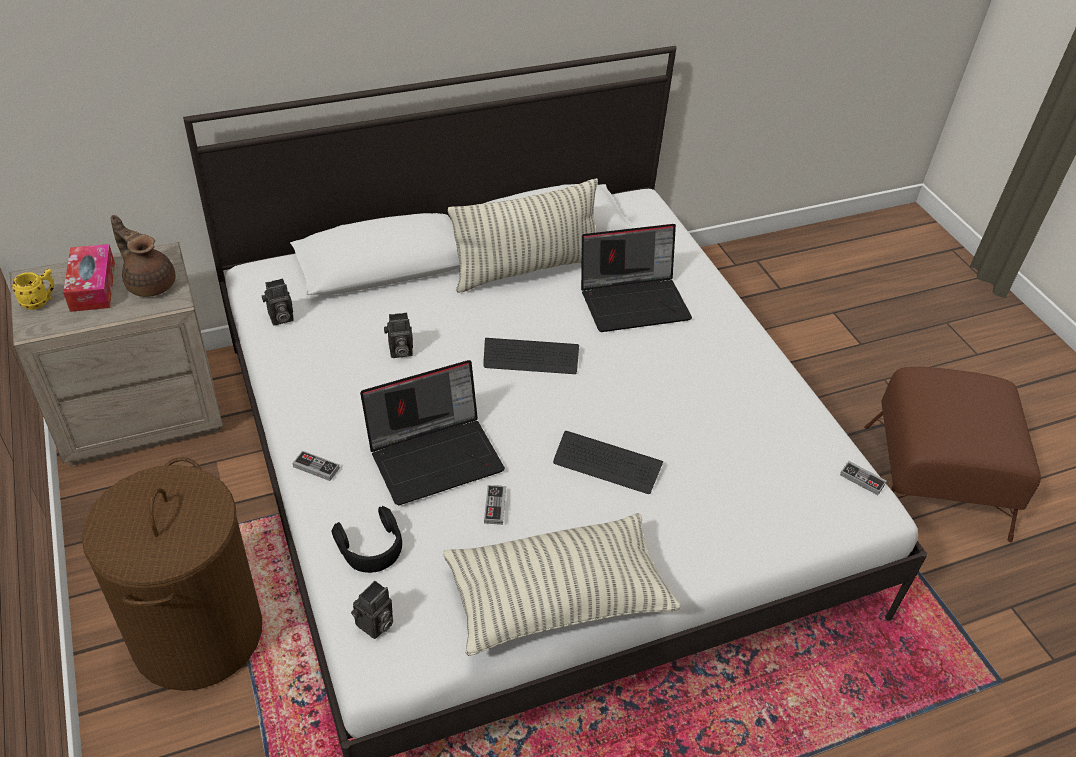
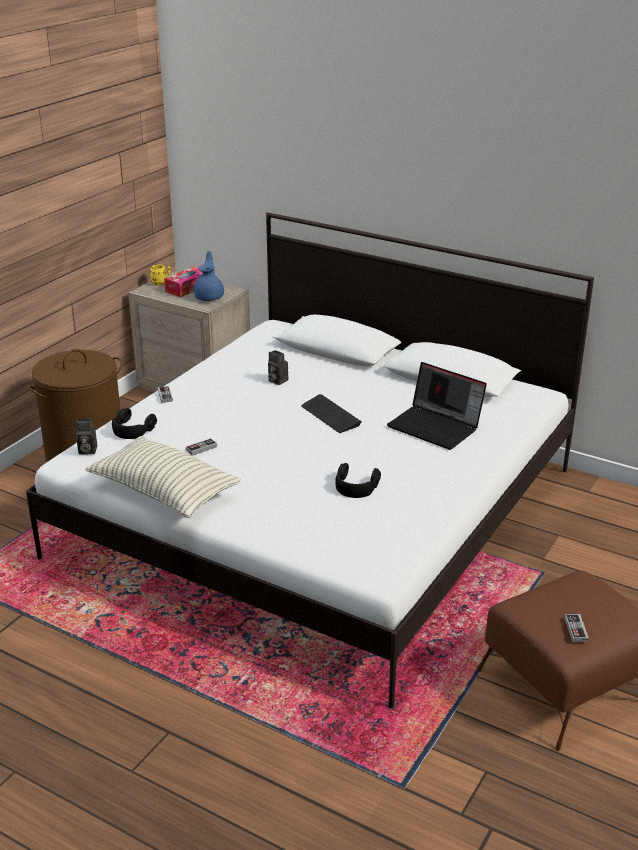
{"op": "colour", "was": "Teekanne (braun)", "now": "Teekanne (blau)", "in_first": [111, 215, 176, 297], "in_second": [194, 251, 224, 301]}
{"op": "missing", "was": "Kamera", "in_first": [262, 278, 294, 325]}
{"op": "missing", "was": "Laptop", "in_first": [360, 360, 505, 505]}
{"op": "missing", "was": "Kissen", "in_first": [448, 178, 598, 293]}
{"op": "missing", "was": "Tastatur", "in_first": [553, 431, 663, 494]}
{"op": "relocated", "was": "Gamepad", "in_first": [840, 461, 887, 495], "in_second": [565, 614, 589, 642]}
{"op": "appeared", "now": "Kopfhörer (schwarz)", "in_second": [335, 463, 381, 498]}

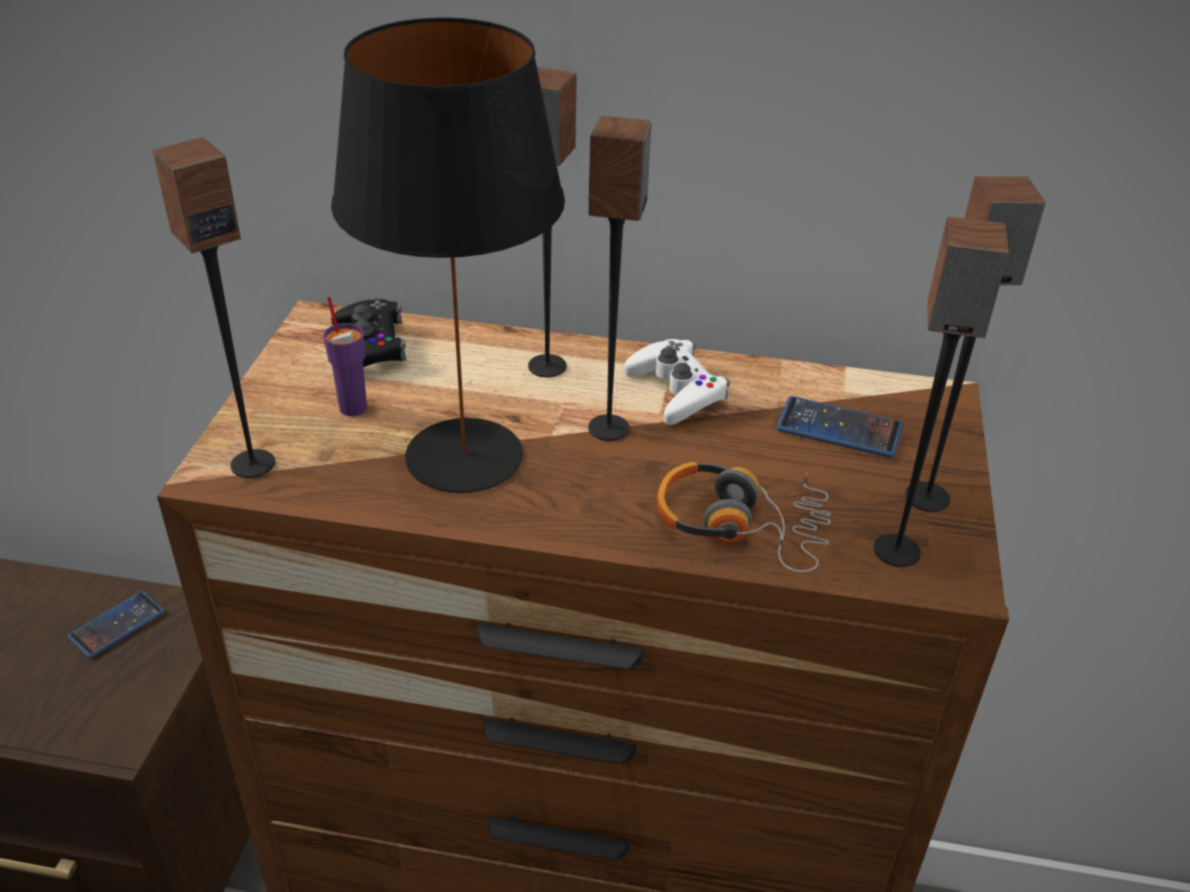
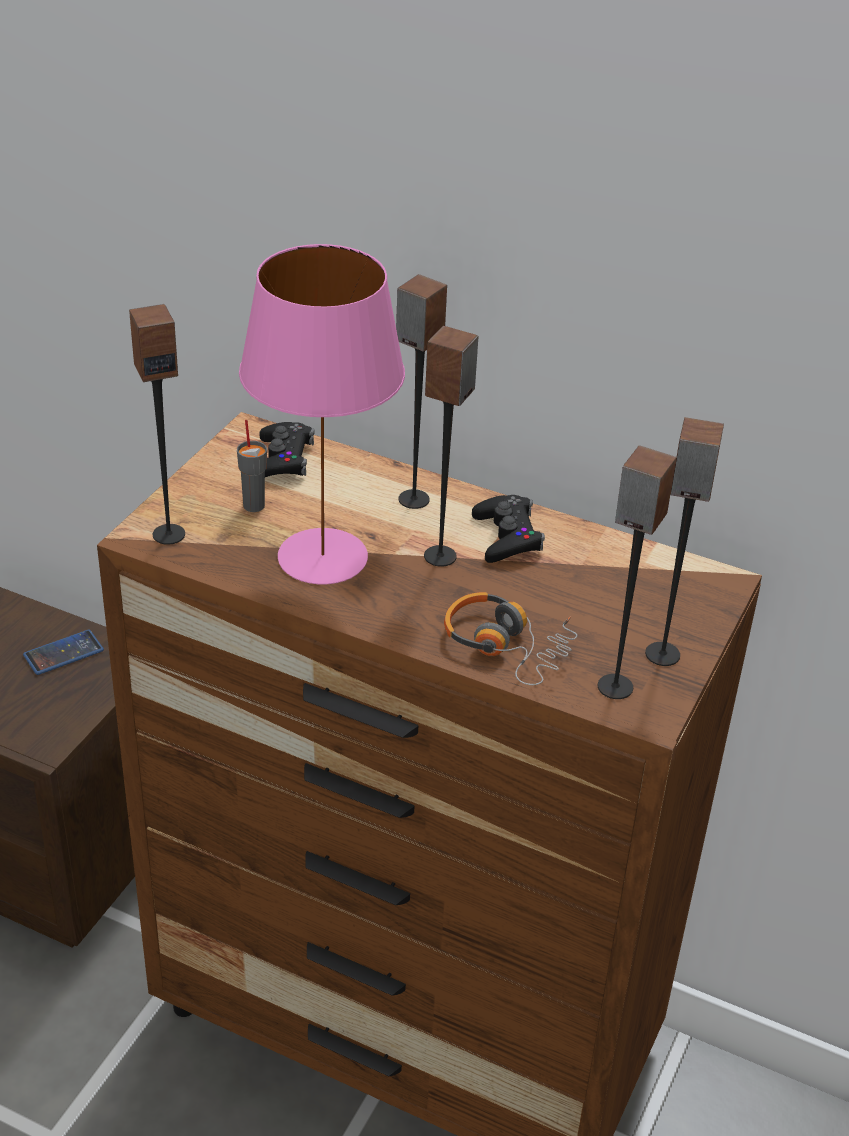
{"op": "colour", "was": "Tasse (lila)", "now": "Tasse (grau)", "in_first": [323, 297, 367, 416], "in_second": [237, 420, 267, 512]}
{"op": "colour", "was": "Tischlampe (schwarz)", "now": "Tischlampe (rosa)", "in_first": [331, 17, 565, 493], "in_second": [239, 244, 405, 584]}
{"op": "colour", "was": "Gamepad (weiß)", "now": "Gamepad (schwarz)", "in_first": [624, 339, 730, 425], "in_second": [472, 495, 545, 563]}
{"op": "missing", "was": "Handy", "in_first": [776, 396, 903, 458]}

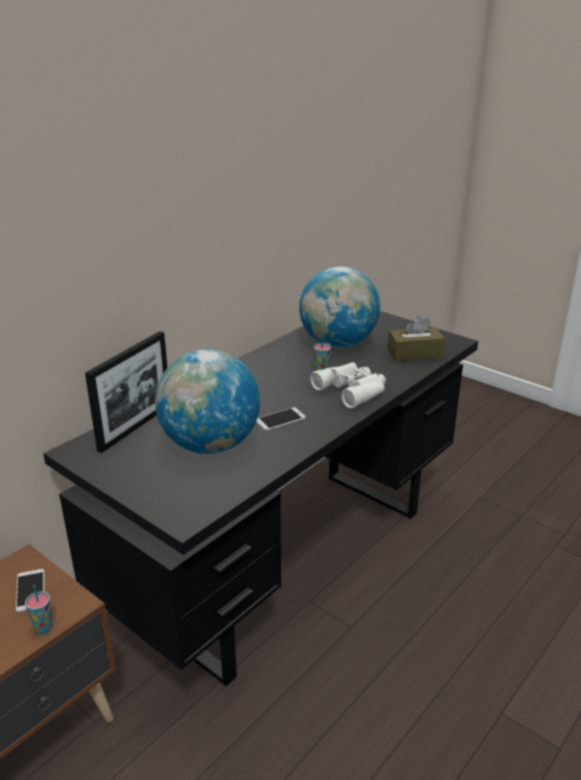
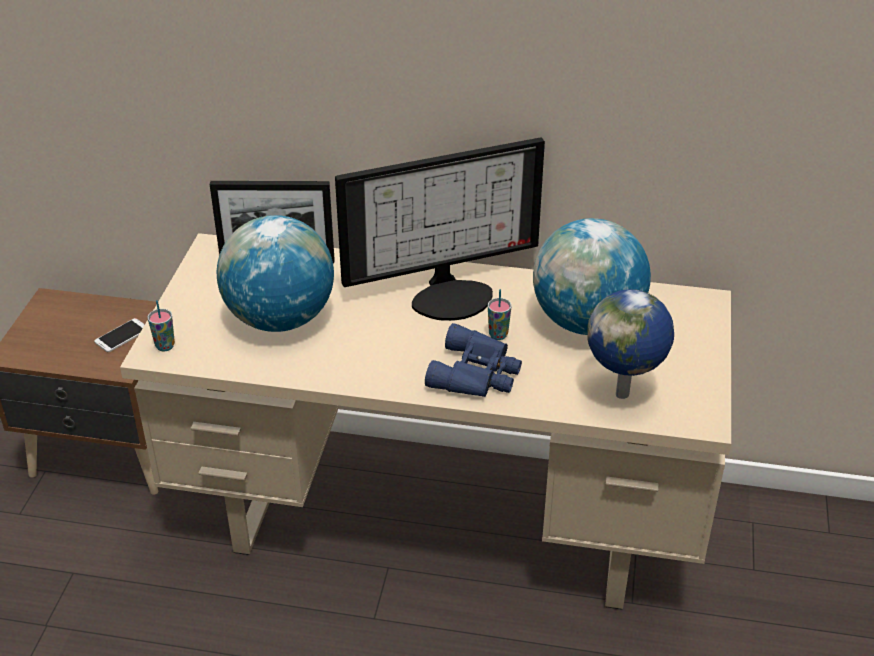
{"op": "relocated", "was": "Tasse", "in_first": [25, 585, 53, 634], "in_second": [148, 300, 175, 351]}
{"op": "colour", "was": "Schreibtisch (schwarz)", "now": "Schreibtisch (beige)", "in_first": [43, 311, 478, 687], "in_second": [120, 233, 731, 610]}
{"op": "missing", "was": "Handy", "in_first": [256, 407, 306, 431]}
{"op": "colour", "was": "Fernglas (weiß)", "now": "Fernglas (blau)", "in_first": [310, 362, 386, 409], "in_second": [425, 323, 522, 397]}
{"op": "exchanged", "was": "Taschentuchbox (braun)", "now": "Globus", "in_first": [388, 315, 445, 361], "in_second": [588, 289, 674, 399]}
{"op": "appeared", "now": "Monitor", "in_second": [335, 137, 545, 321]}

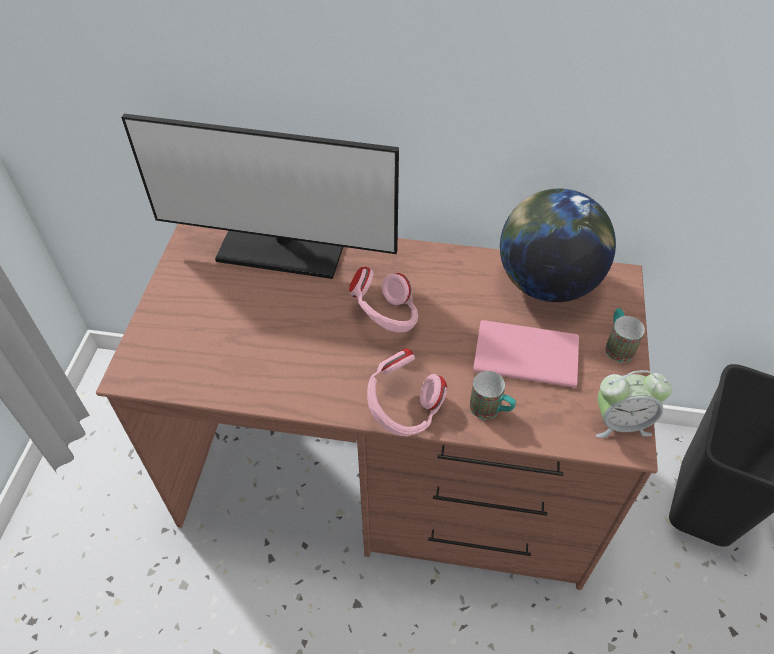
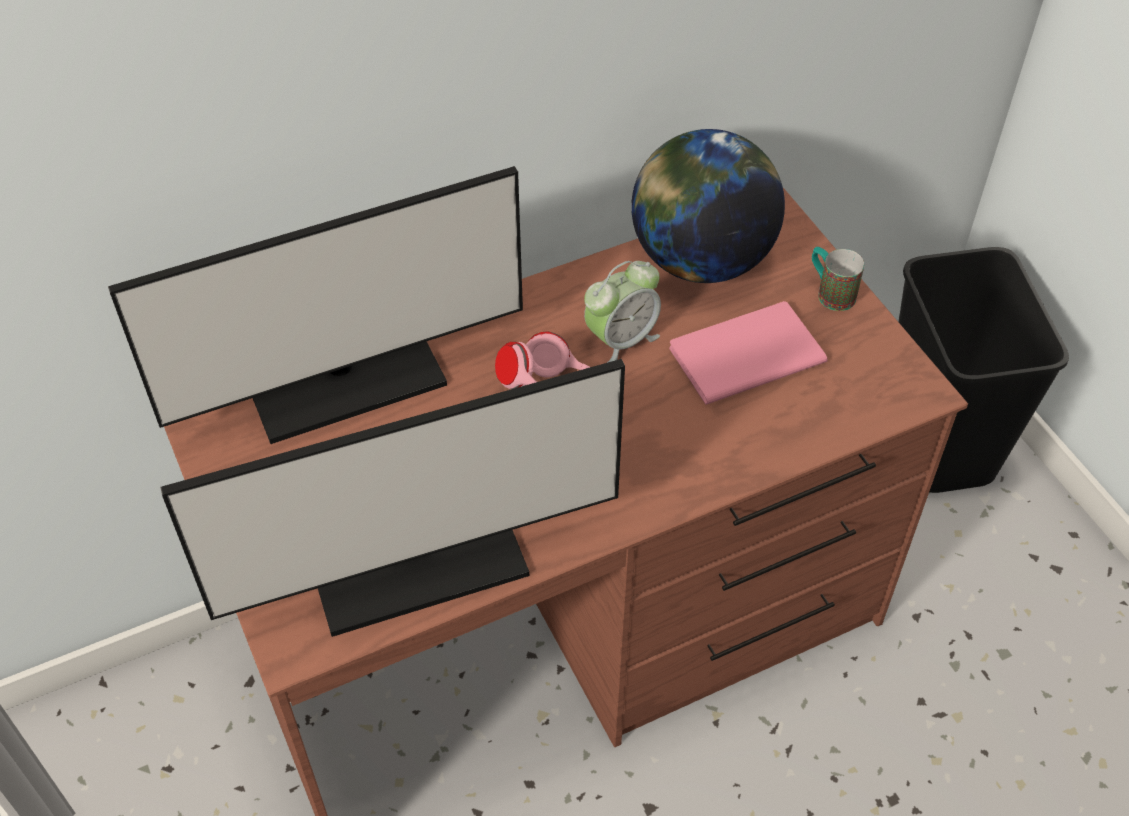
{"op": "missing", "was": "Kopfhörer (rosa)", "in_first": [367, 348, 447, 436]}
{"op": "missing", "was": "Henkelbecher", "in_first": [469, 371, 516, 419]}
{"op": "relocated", "was": "Wecker", "in_first": [596, 370, 672, 438], "in_second": [584, 261, 661, 363]}
{"op": "appeared", "now": "Monitor", "in_second": [160, 359, 625, 637]}

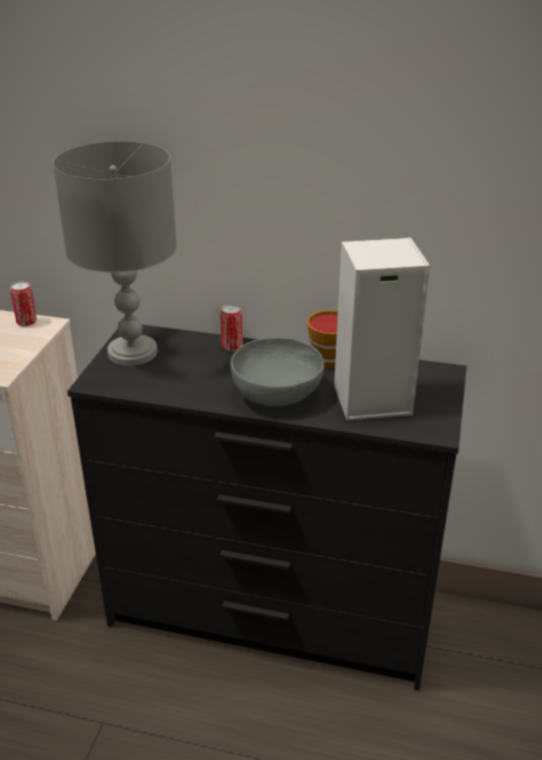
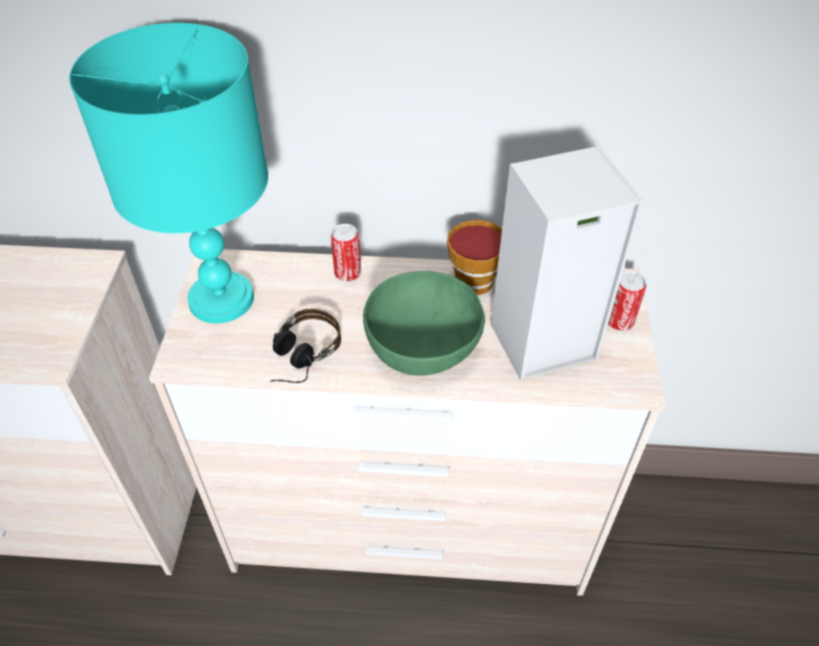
{"op": "relocated", "was": "Dose", "in_first": [10, 281, 37, 327], "in_second": [608, 271, 646, 331]}
{"op": "colour", "was": "Tischlampe (grau)", "now": "Tischlampe (türkis)", "in_first": [53, 141, 177, 366], "in_second": [69, 23, 268, 323]}
{"op": "colour", "was": "Kommode (schwarz)", "now": "Kommode (beige)", "in_first": [67, 325, 467, 690], "in_second": [149, 249, 665, 596]}
{"op": "colour", "was": "Schüssel (grau)", "now": "Schüssel (grün)", "in_first": [230, 338, 324, 406], "in_second": [363, 271, 485, 376]}
{"op": "appeared", "now": "Kopfhörer", "in_second": [270, 309, 341, 383]}

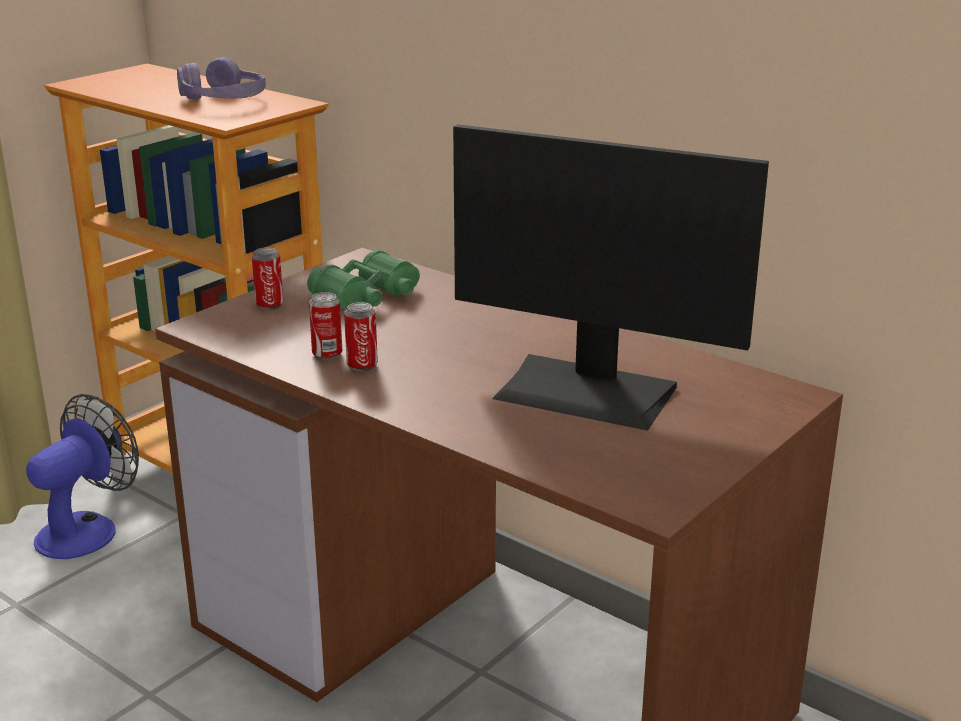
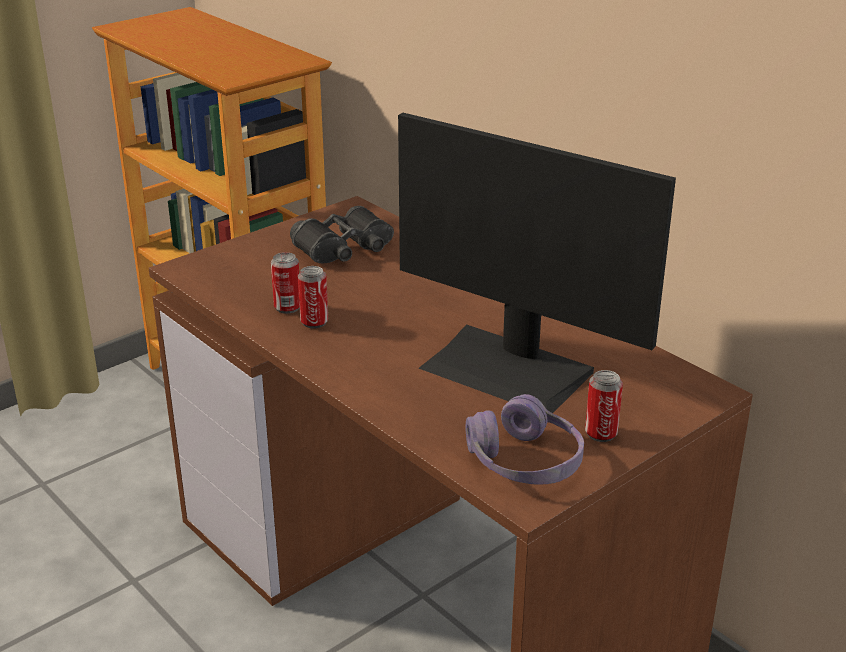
{"op": "missing", "was": "Ventilator", "in_first": [26, 394, 139, 559]}
{"op": "relocated", "was": "Kopfhörer (lila)", "in_first": [177, 57, 266, 99], "in_second": [466, 394, 584, 485]}
{"op": "relocated", "was": "Dose", "in_first": [252, 247, 283, 310], "in_second": [585, 370, 623, 442]}
{"op": "colour", "was": "Fernglas (grün)", "now": "Fernglas (schwarz)", "in_first": [307, 250, 420, 310], "in_second": [290, 206, 394, 263]}

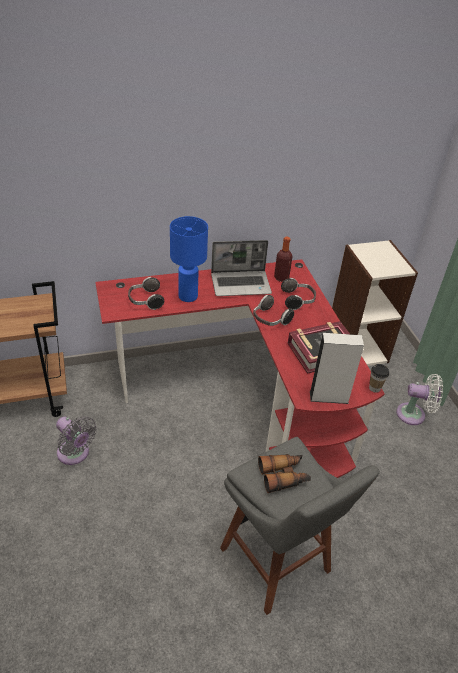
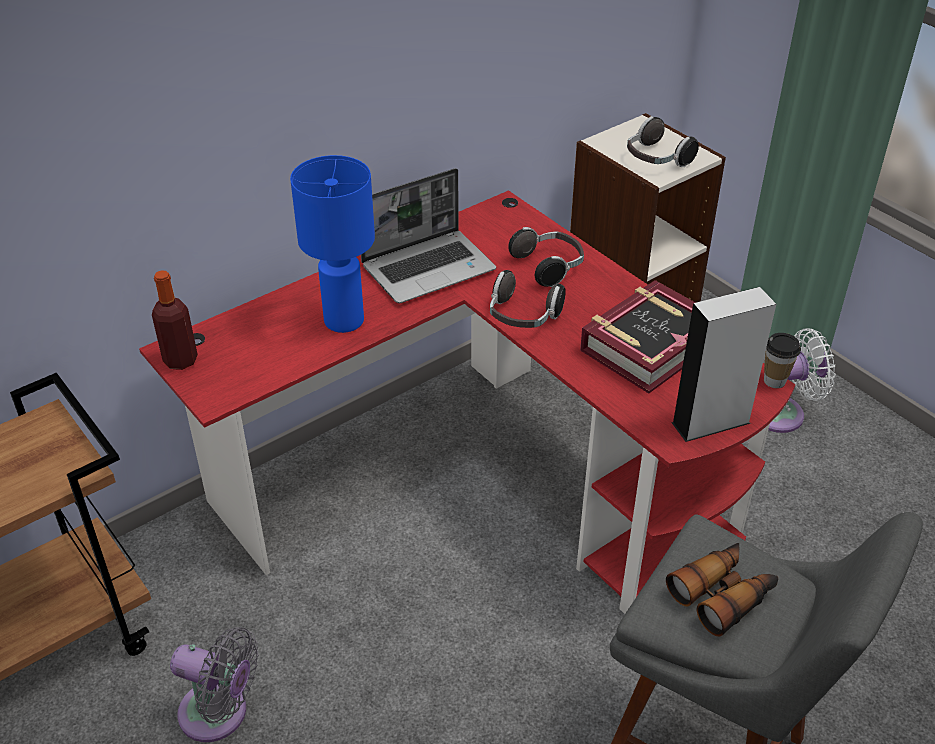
{"op": "relocated", "was": "Kopfhörer", "in_first": [128, 277, 164, 310], "in_second": [627, 116, 699, 167]}
{"op": "relocated", "was": "Flasche", "in_first": [274, 237, 293, 282], "in_second": [152, 271, 198, 370]}

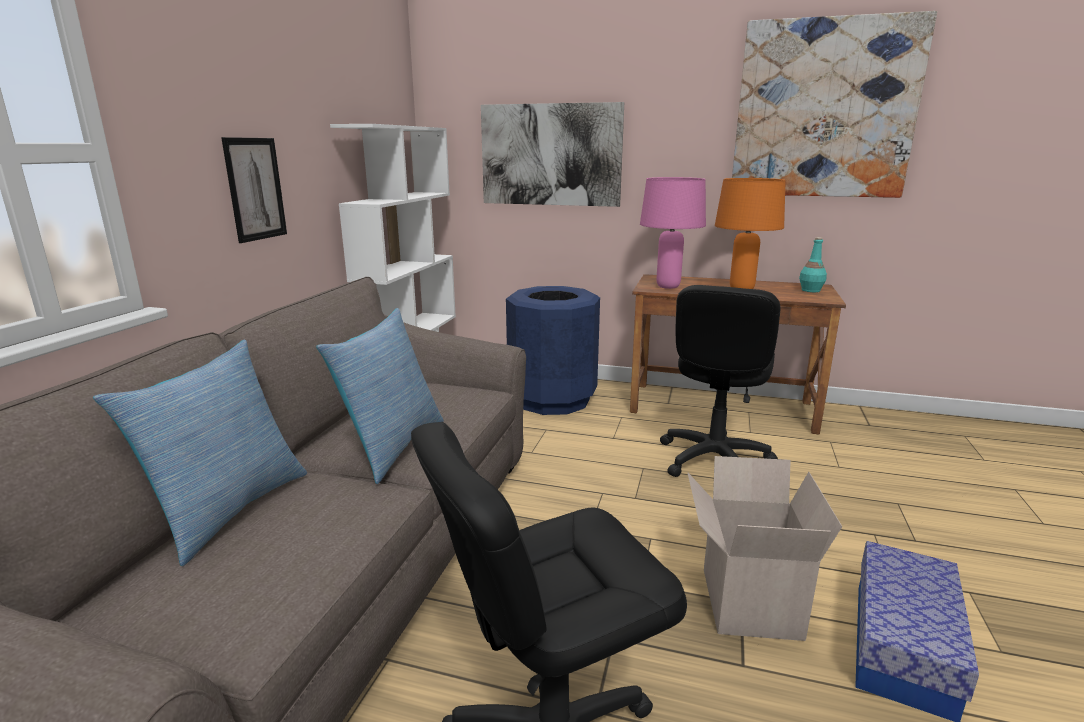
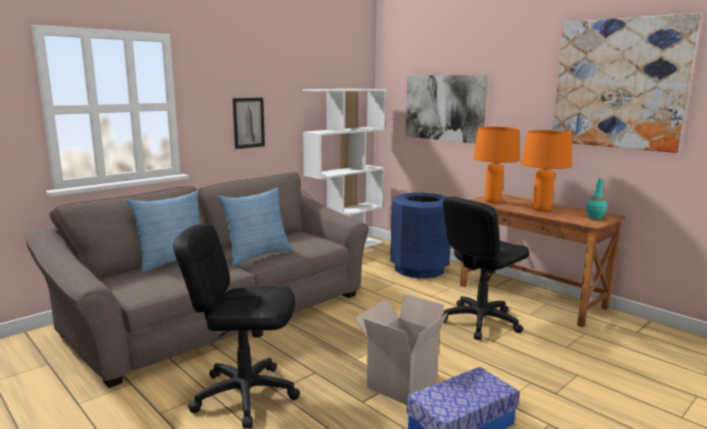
{"op": "colour", "was": "Tischlampe (rosa)", "now": "Tischlampe (orange)", "in_first": [640, 177, 706, 289], "in_second": [473, 127, 519, 203]}

